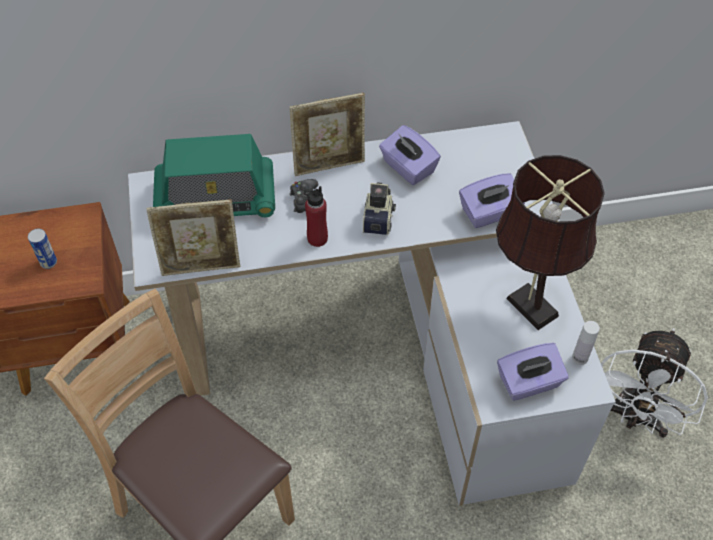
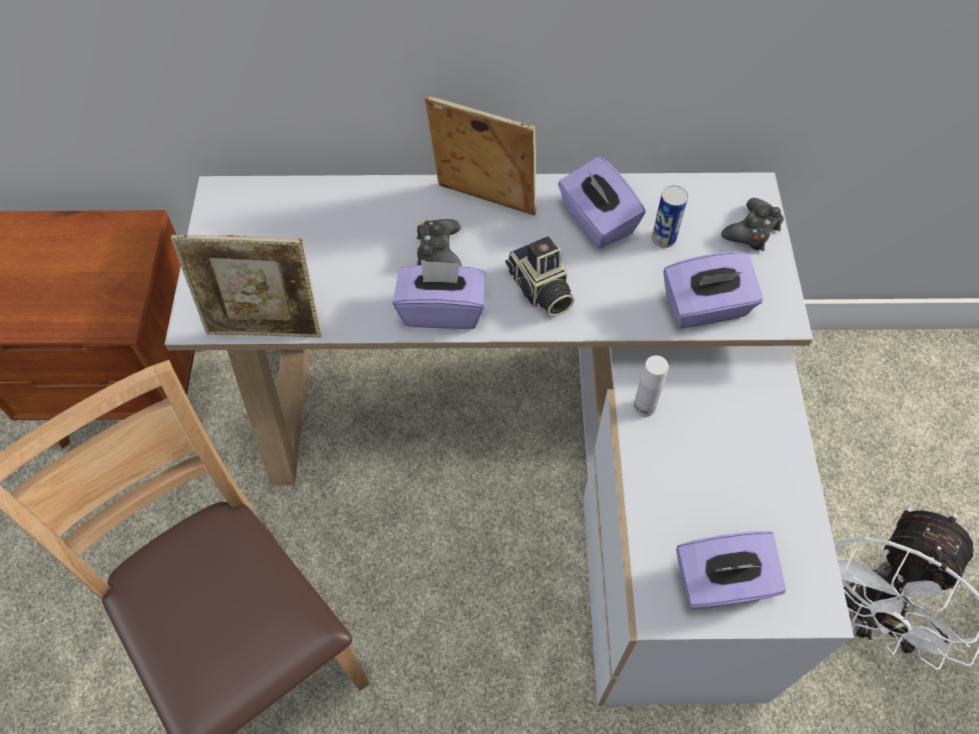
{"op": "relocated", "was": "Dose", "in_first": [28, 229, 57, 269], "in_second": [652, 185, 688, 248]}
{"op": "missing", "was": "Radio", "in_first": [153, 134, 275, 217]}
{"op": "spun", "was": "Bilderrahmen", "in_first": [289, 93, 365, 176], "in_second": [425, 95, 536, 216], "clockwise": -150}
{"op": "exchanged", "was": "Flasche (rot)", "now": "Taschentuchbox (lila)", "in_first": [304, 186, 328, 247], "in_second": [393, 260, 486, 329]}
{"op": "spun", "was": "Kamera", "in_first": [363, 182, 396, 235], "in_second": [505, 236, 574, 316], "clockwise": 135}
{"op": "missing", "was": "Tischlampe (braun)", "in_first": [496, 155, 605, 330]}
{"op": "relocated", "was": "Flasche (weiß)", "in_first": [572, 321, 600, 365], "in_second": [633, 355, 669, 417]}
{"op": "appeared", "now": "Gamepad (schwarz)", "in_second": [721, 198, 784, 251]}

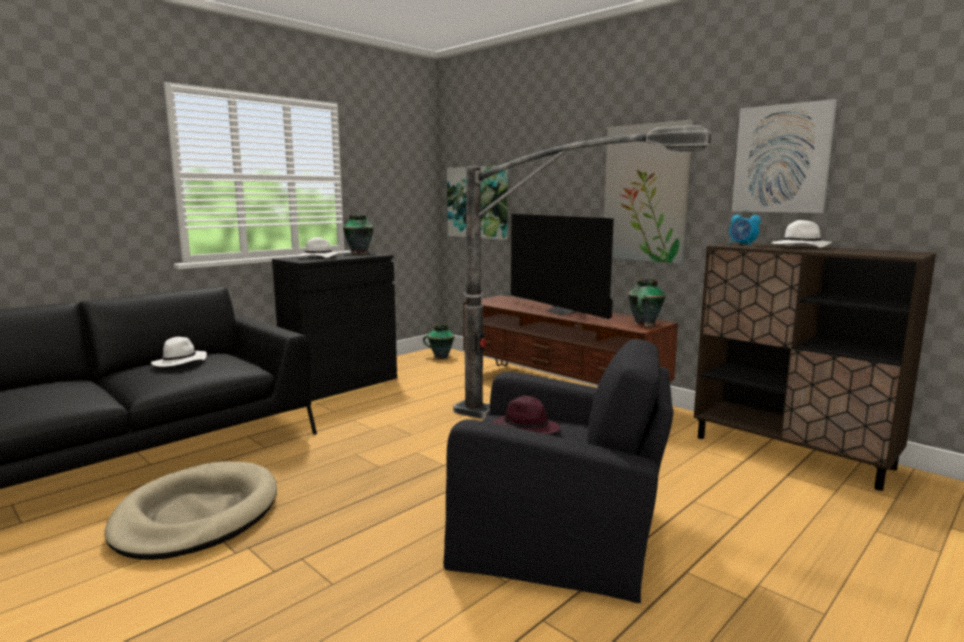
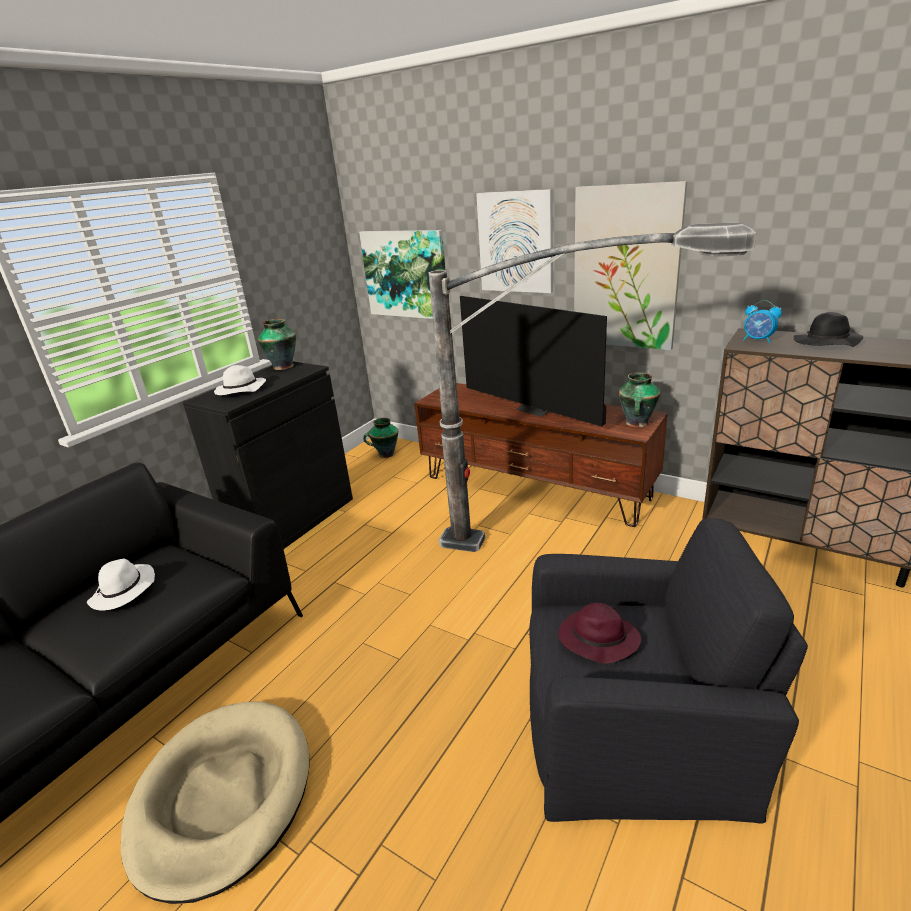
{"op": "relocated", "was": "Bild", "in_first": [732, 99, 837, 213], "in_second": [476, 189, 553, 293]}
{"op": "colour", "was": "Hut (weiß)", "now": "Hut (schwarz)", "in_first": [771, 220, 833, 248], "in_second": [794, 312, 863, 347]}

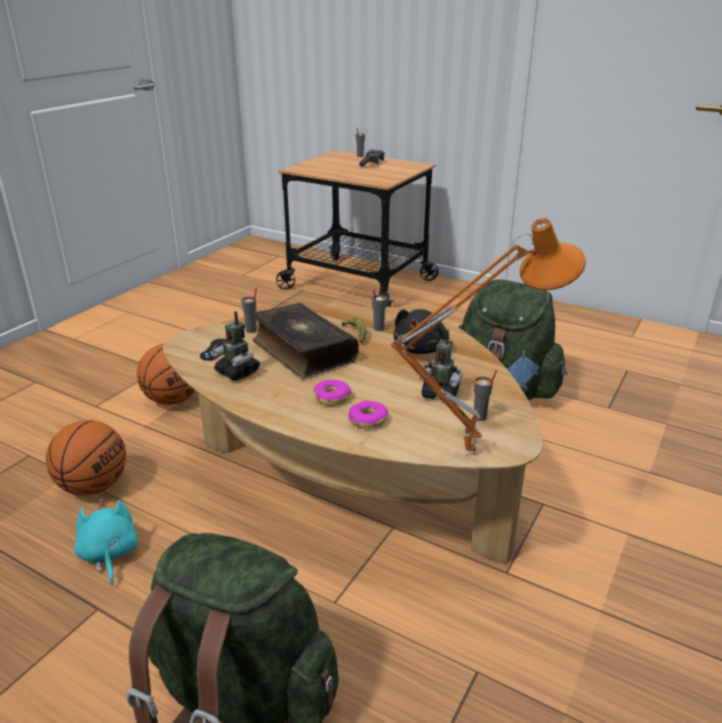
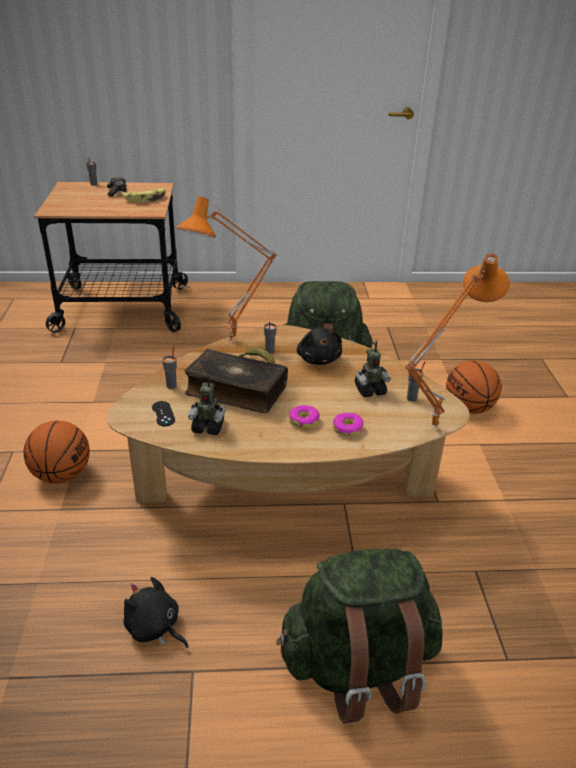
{"op": "relocated", "was": "Basketball", "in_first": [46, 420, 126, 496], "in_second": [446, 360, 501, 414]}
{"op": "colour", "was": "Plüschtier (türkis)", "now": "Plüschtier (schwarz)", "in_first": [74, 499, 138, 585], "in_second": [123, 577, 188, 648]}
{"op": "appeared", "now": "Banane", "in_second": [121, 188, 166, 203]}
{"op": "appeared", "now": "Tischlampe (orange)", "in_second": [176, 196, 277, 341]}

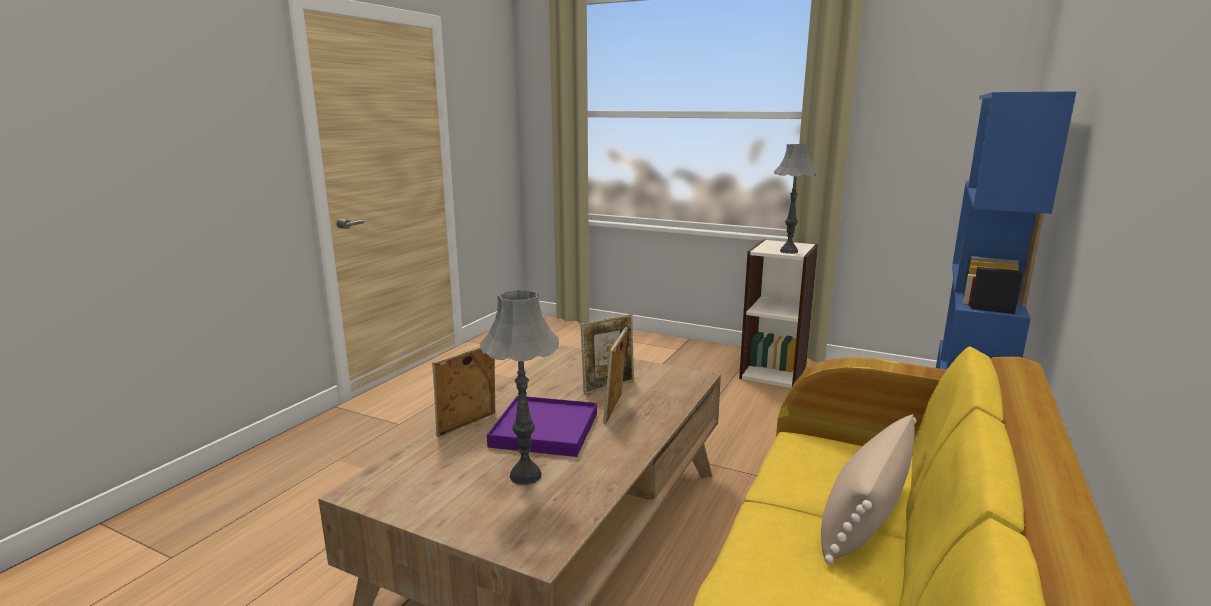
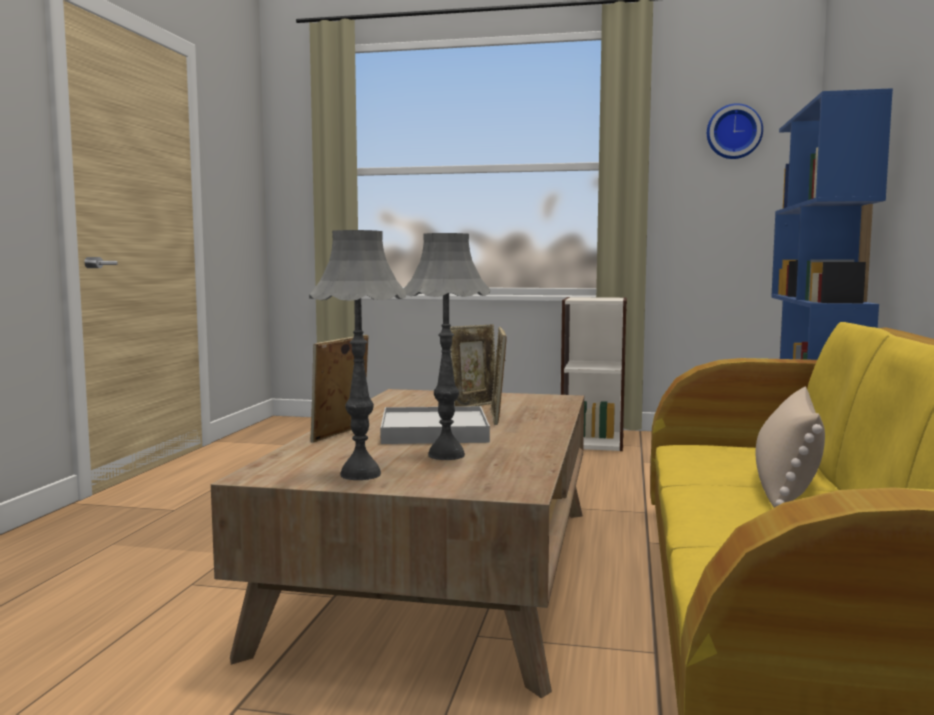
{"op": "colour", "was": "Tablett (lila)", "now": "Tablett (weiß)", "in_first": [487, 396, 597, 457], "in_second": [380, 406, 490, 444]}
{"op": "relocated", "was": "Tischlampe (grau)", "in_first": [774, 144, 818, 254], "in_second": [309, 230, 407, 480]}
{"op": "appeared", "now": "Wanduhr", "in_second": [707, 103, 763, 159]}

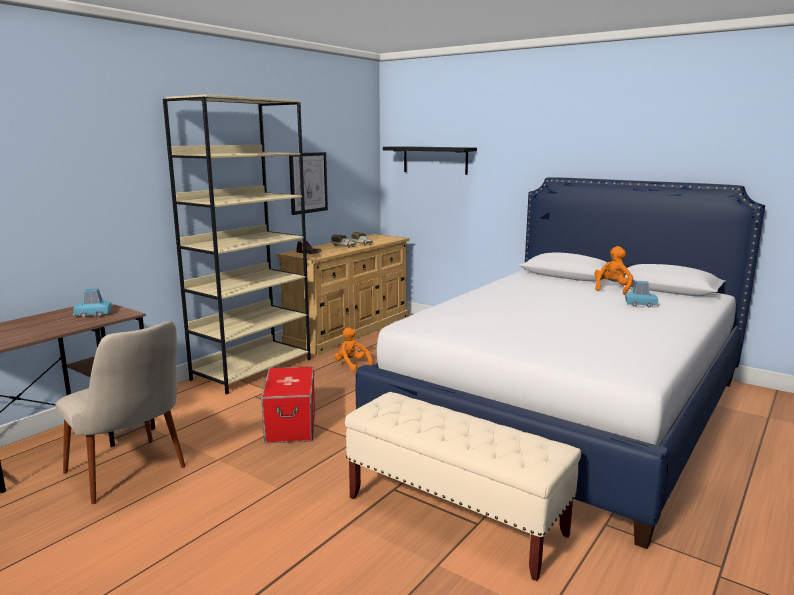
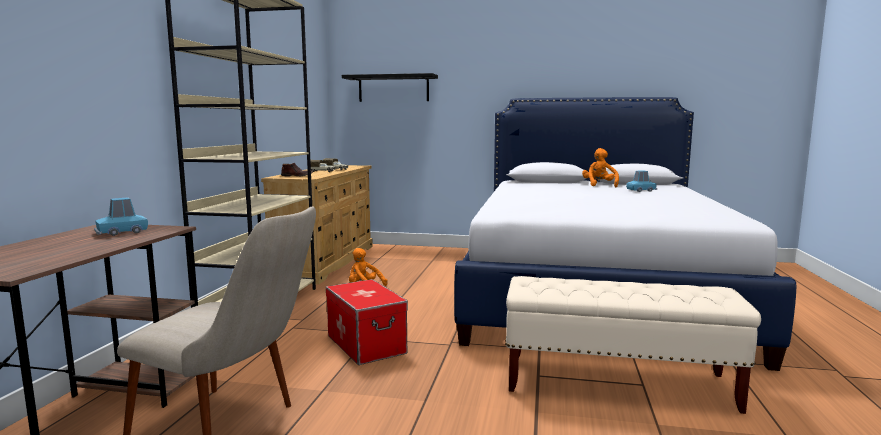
{"op": "missing", "was": "Bild", "in_first": [289, 152, 328, 215]}

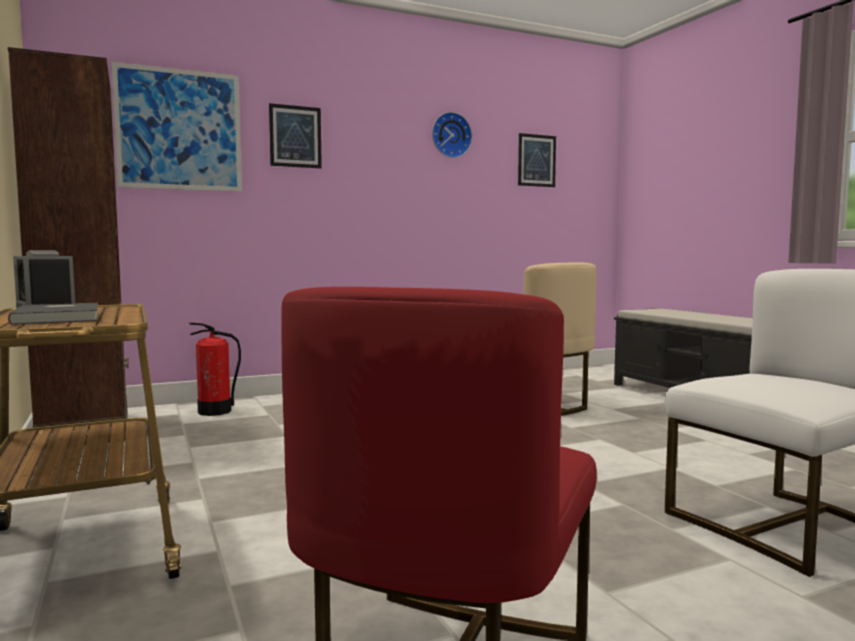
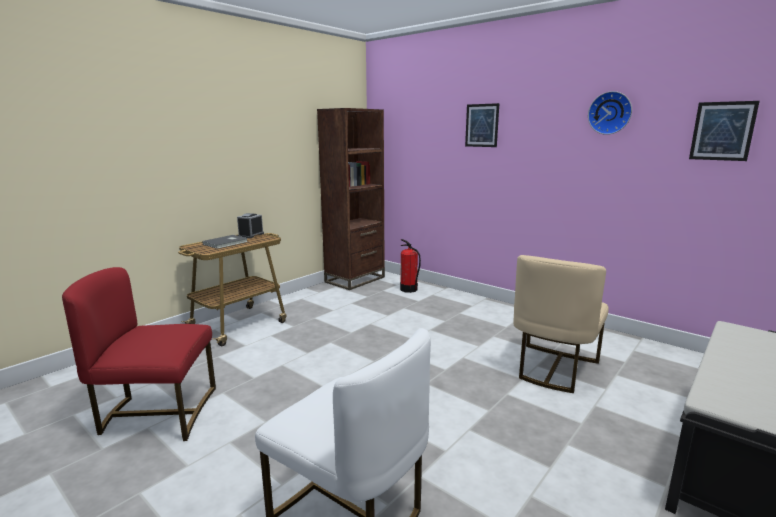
{"op": "missing", "was": "Bild", "in_first": [112, 62, 242, 192]}

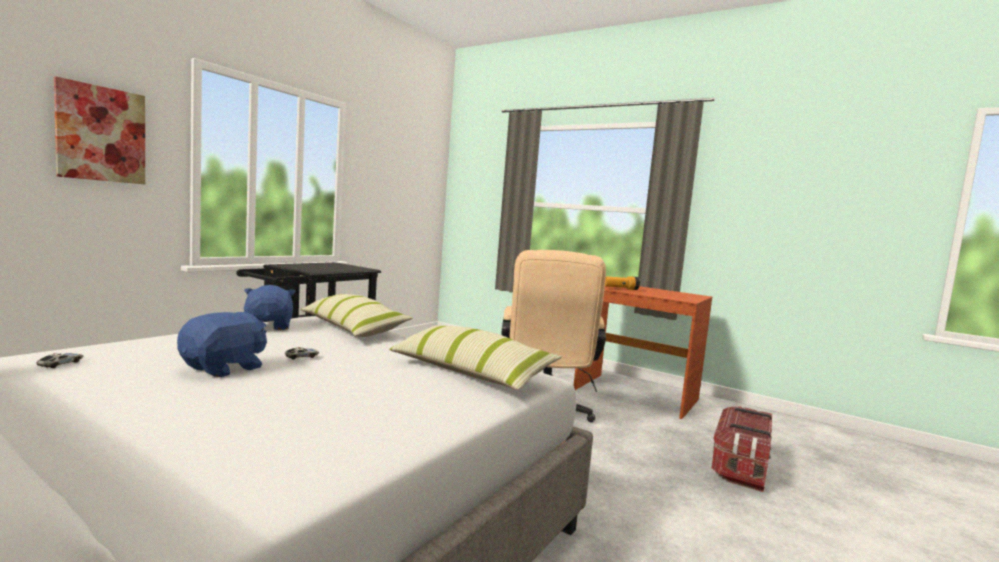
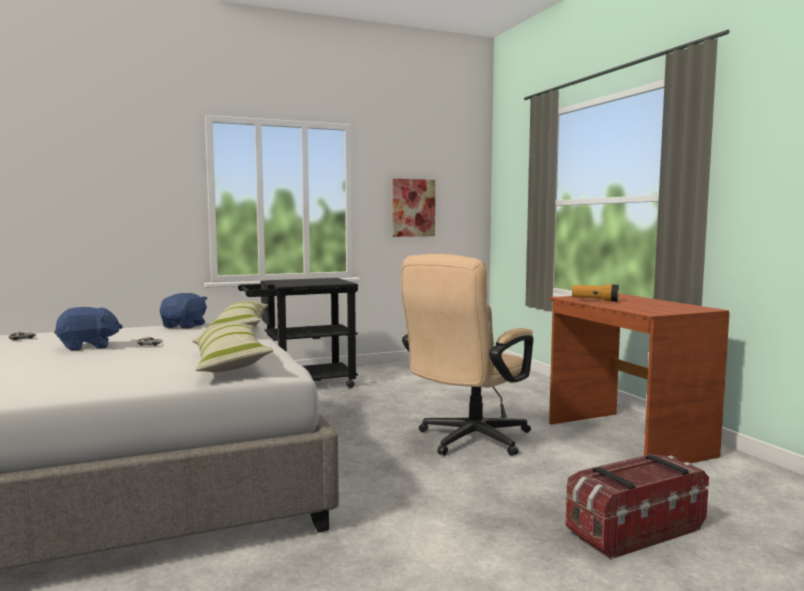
{"op": "relocated", "was": "Bild", "in_first": [54, 77, 145, 184], "in_second": [392, 179, 435, 237]}

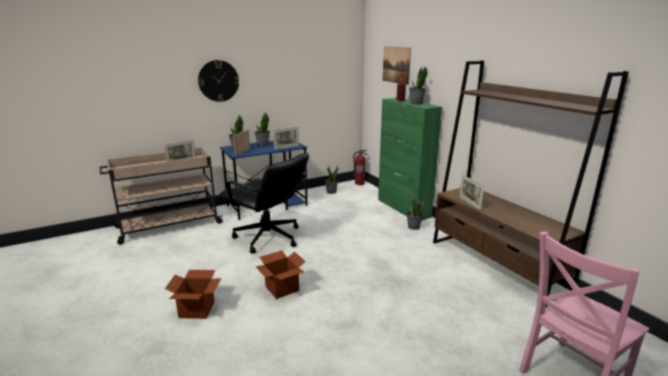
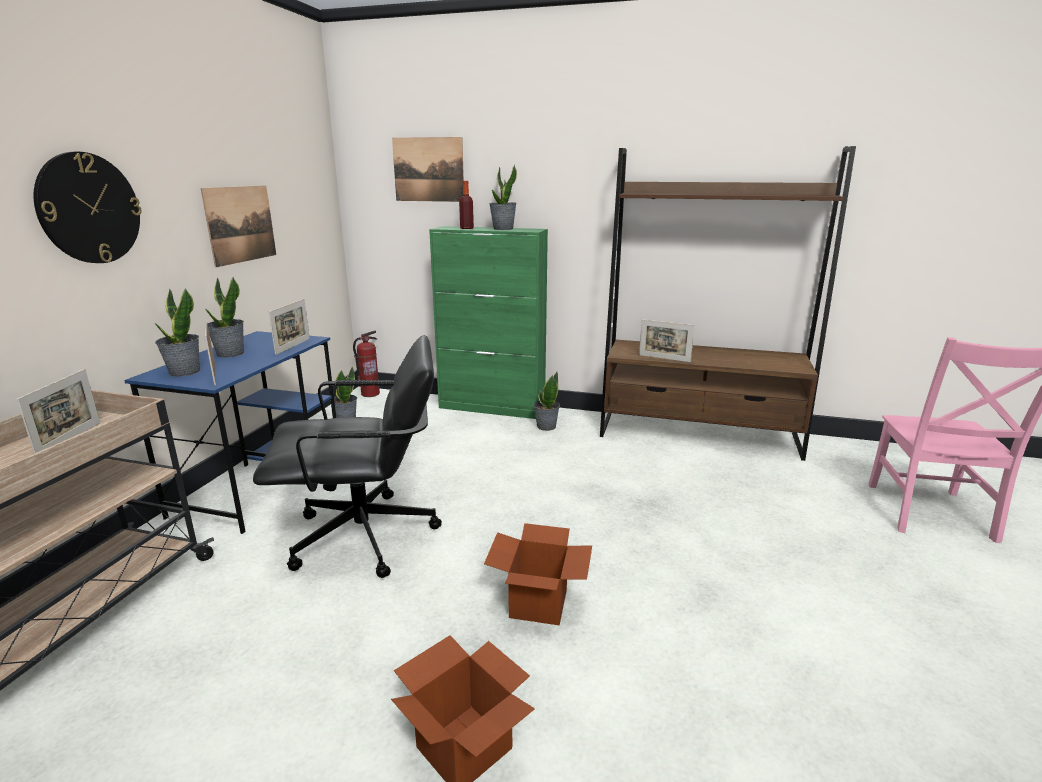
{"op": "appeared", "now": "Bild", "in_second": [201, 186, 276, 267]}

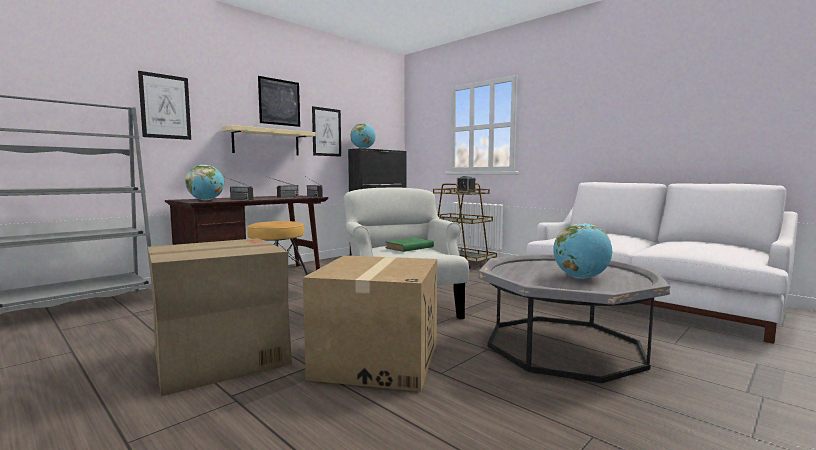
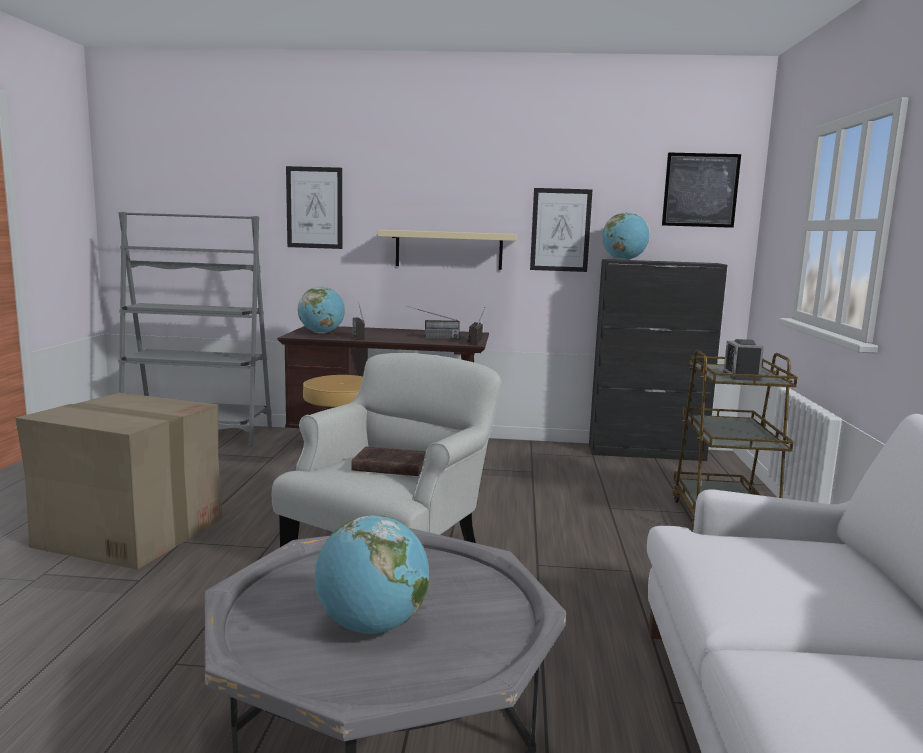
{"op": "relocated", "was": "Bild", "in_first": [258, 76, 300, 127], "in_second": [662, 152, 741, 228]}
{"op": "missing", "was": "Karton", "in_first": [303, 255, 437, 392]}
{"op": "colour", "was": "Buch (grün)", "now": "Buch (braun)", "in_first": [385, 238, 434, 252], "in_second": [351, 447, 426, 476]}

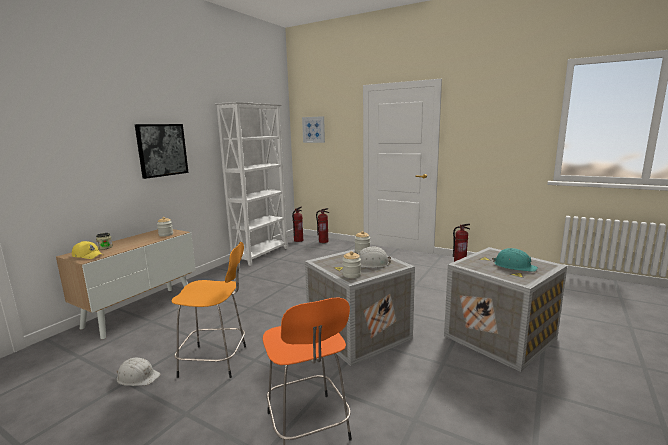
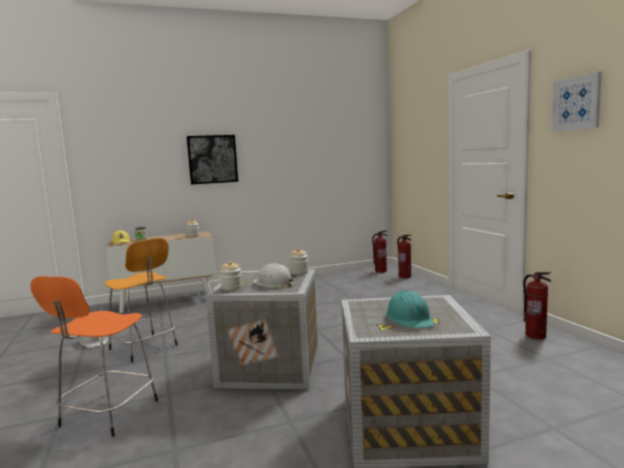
{"op": "missing", "was": "Bücherregal (weiß)", "in_first": [215, 102, 288, 266]}
{"op": "relocated", "was": "Bild", "in_first": [302, 116, 325, 143], "in_second": [551, 72, 602, 132]}

